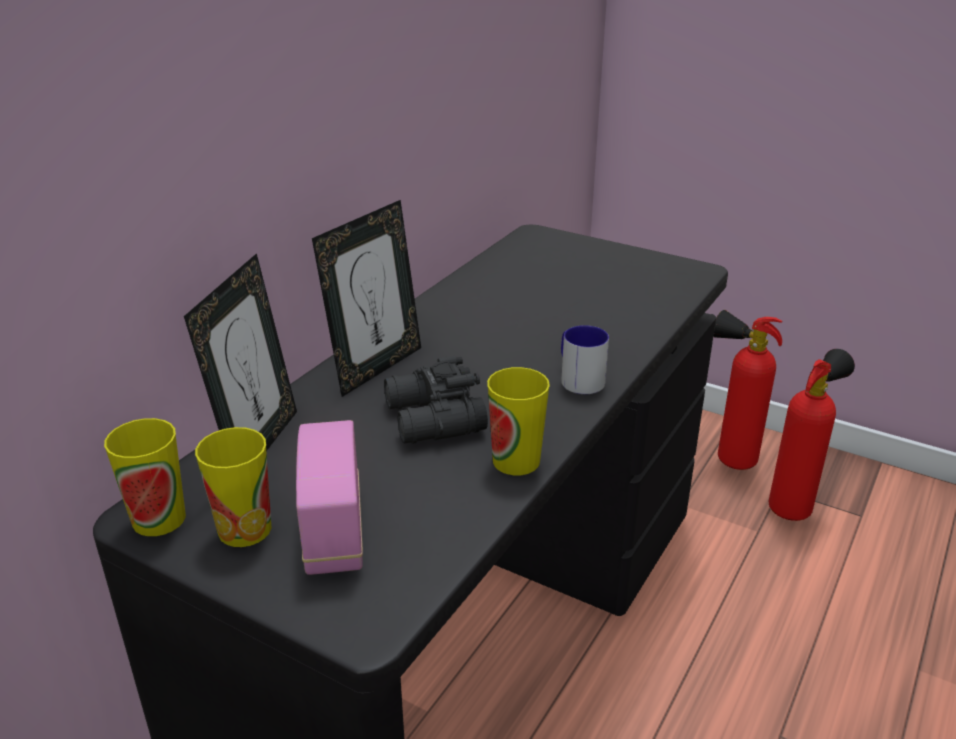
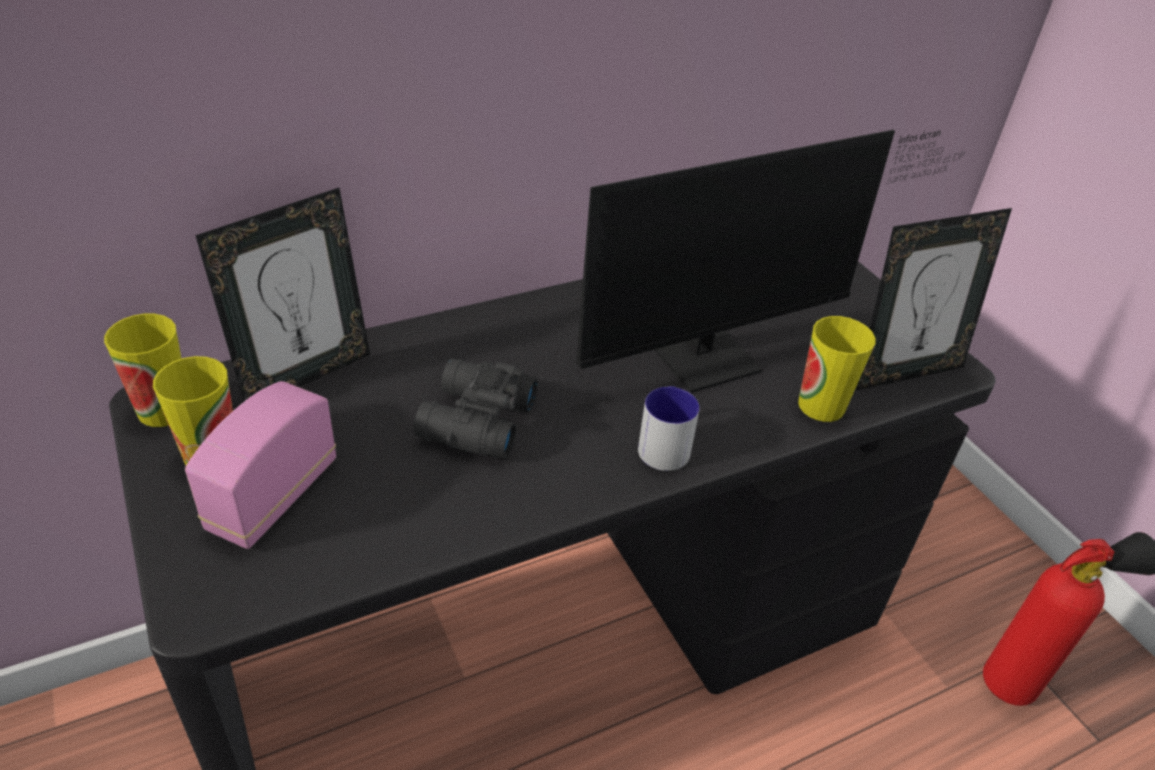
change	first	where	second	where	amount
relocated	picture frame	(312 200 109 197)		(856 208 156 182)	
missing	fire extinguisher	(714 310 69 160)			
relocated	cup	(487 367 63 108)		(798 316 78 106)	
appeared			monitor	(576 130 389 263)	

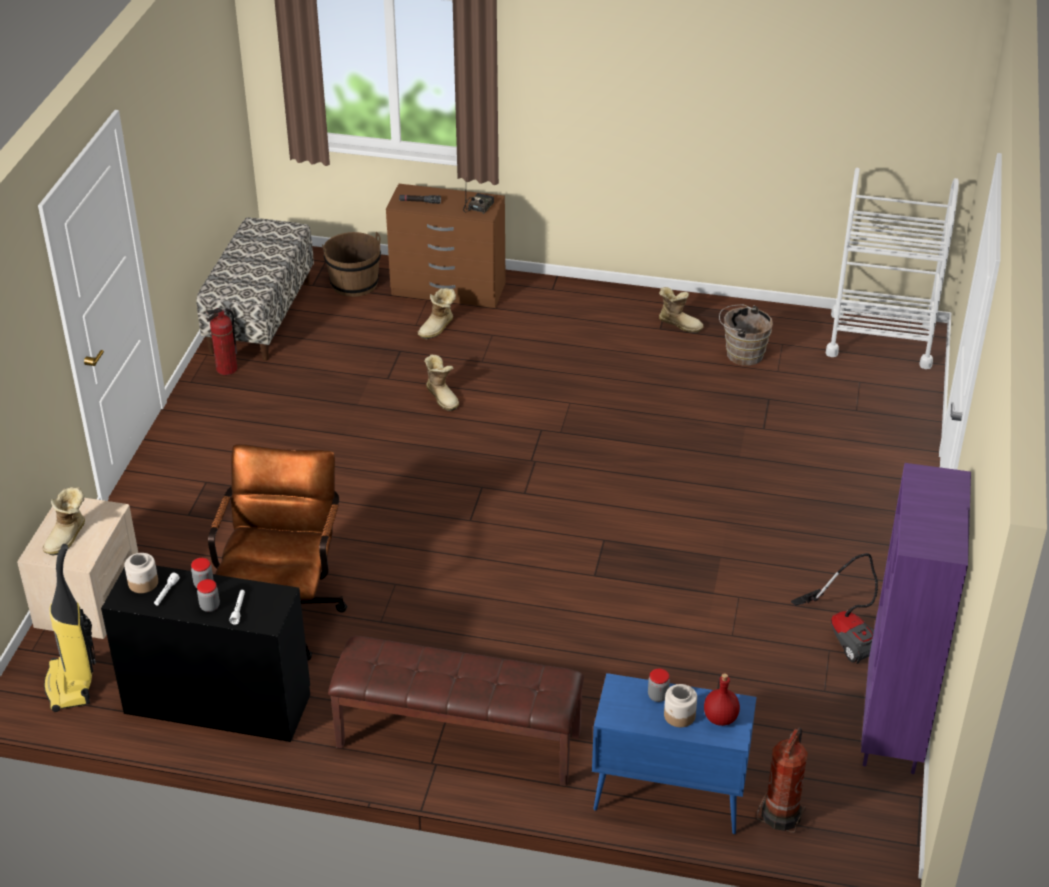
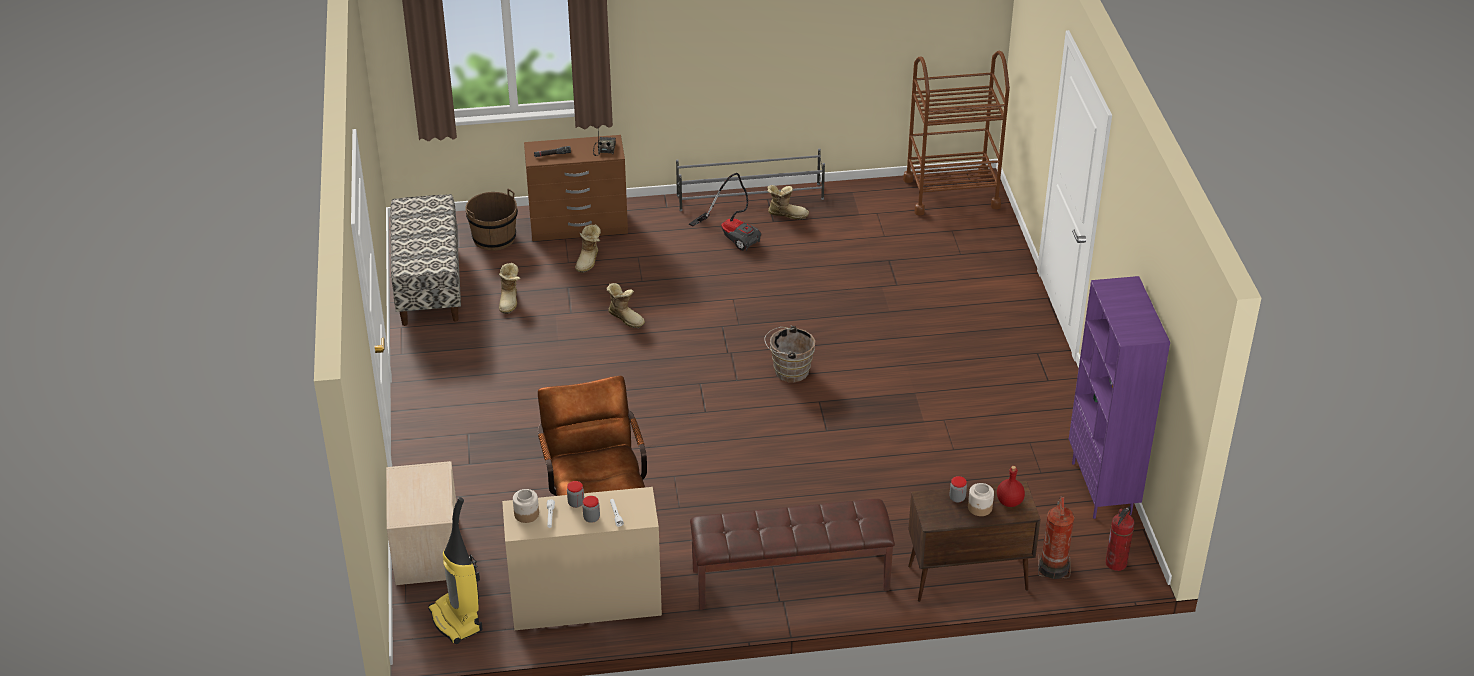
change	first	where	second	where	amount
colour	white cart	(826 167 133 202)	brown cart	(903 51 107 165)	
relocated	brown bucket	(719 304 54 62)		(764 325 51 57)	
relocated	fire extinguisher	(206 308 32 67)		(1105 506 29 65)	
relocated	boot	(42 487 43 69)		(499 263 22 51)	
relocated	vacuum cleaner	(791 553 87 111)		(689 173 72 78)	
colour	black desk	(101 566 209 176)	beige desk	(502 487 160 144)	
colour	blue cabinet	(592 673 165 161)	brown cabinet	(908 481 133 121)	
appeared			grey shoe rack	(676 148 149 63)	

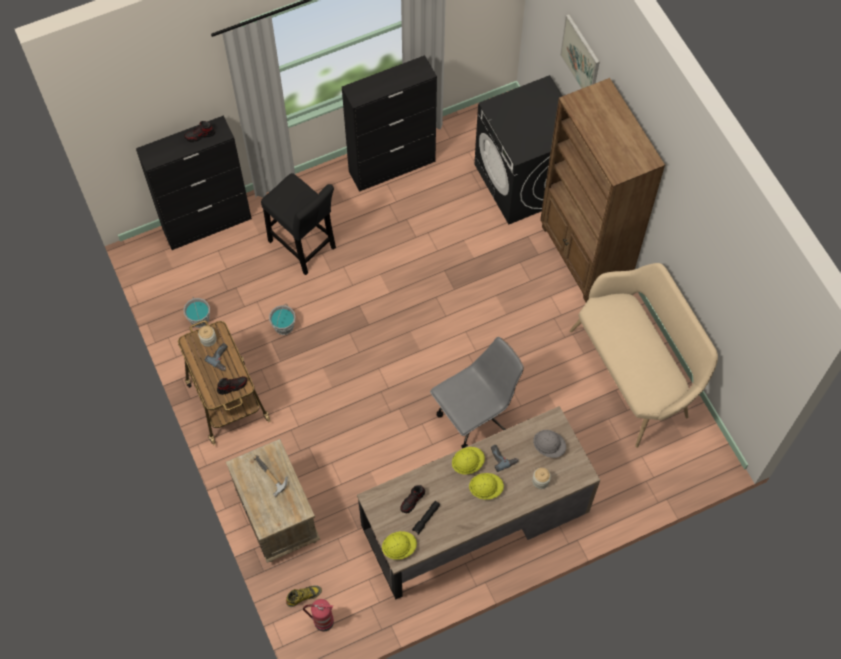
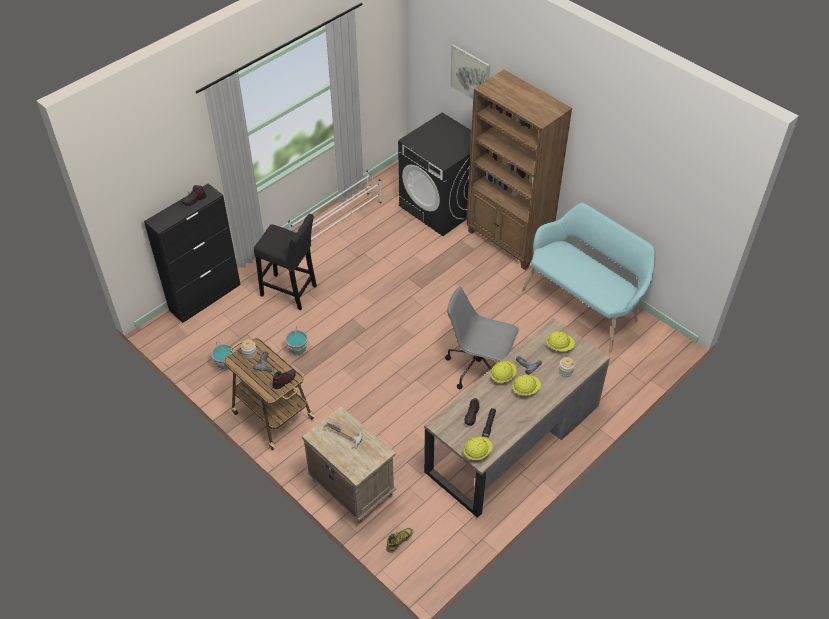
change	first	where	second	where	amount
exchanged	black cabinet	(342 55 95 137)	white shoe rack	(288 170 94 70)	
colour	beige bench	(570 263 148 185)	turquoise bench	(522 203 134 149)	
spun	grey office chair	(430 337 94 111)		(445 286 74 104)	105 degrees counterclockwise
colour	grey hard hat	(533 430 33 28)	yellow hard hat	(546 331 29 21)	
missing	fire extinguisher	(303 599 31 32)			

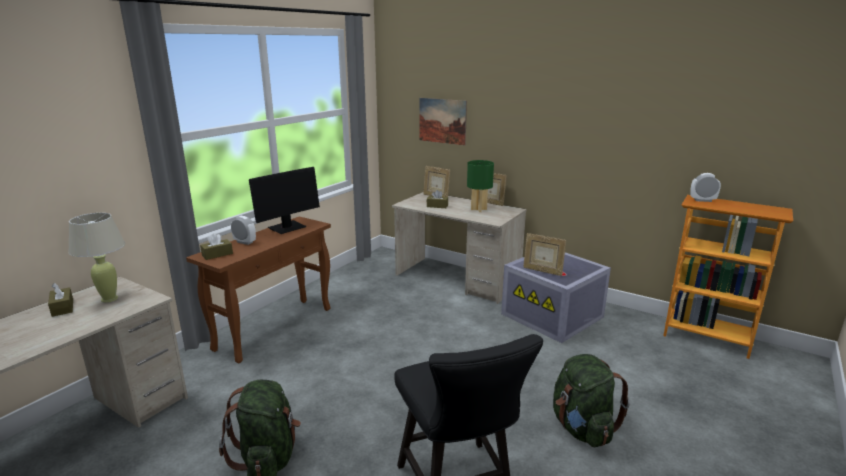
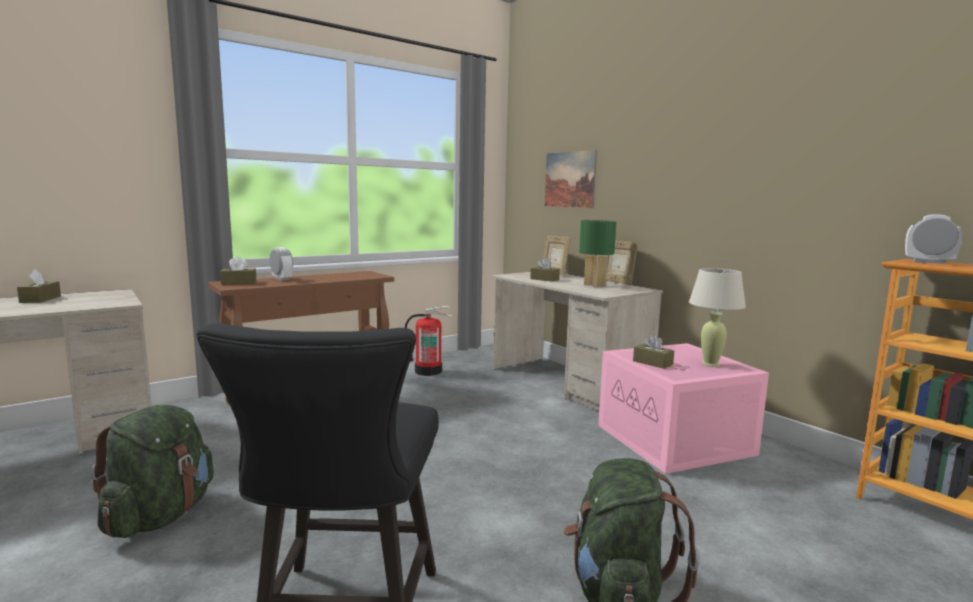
change	first	where	second	where	amount
missing	monitor	(249 167 71 67)			
relocated	beige table lamp	(69 213 56 90)		(689 268 57 99)	
exchanged	picture frame	(523 233 43 43)	brown tissue box	(633 334 41 35)	
colour	grey storage box	(501 252 110 91)	pink storage box	(598 343 171 131)	
appeared			fire extinguisher	(405 306 48 70)	

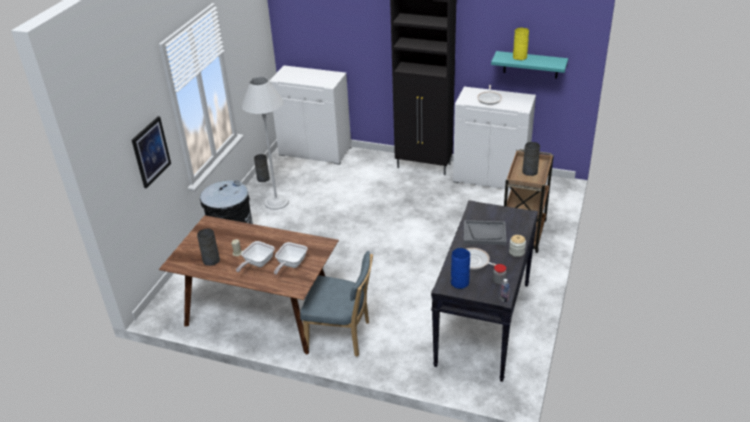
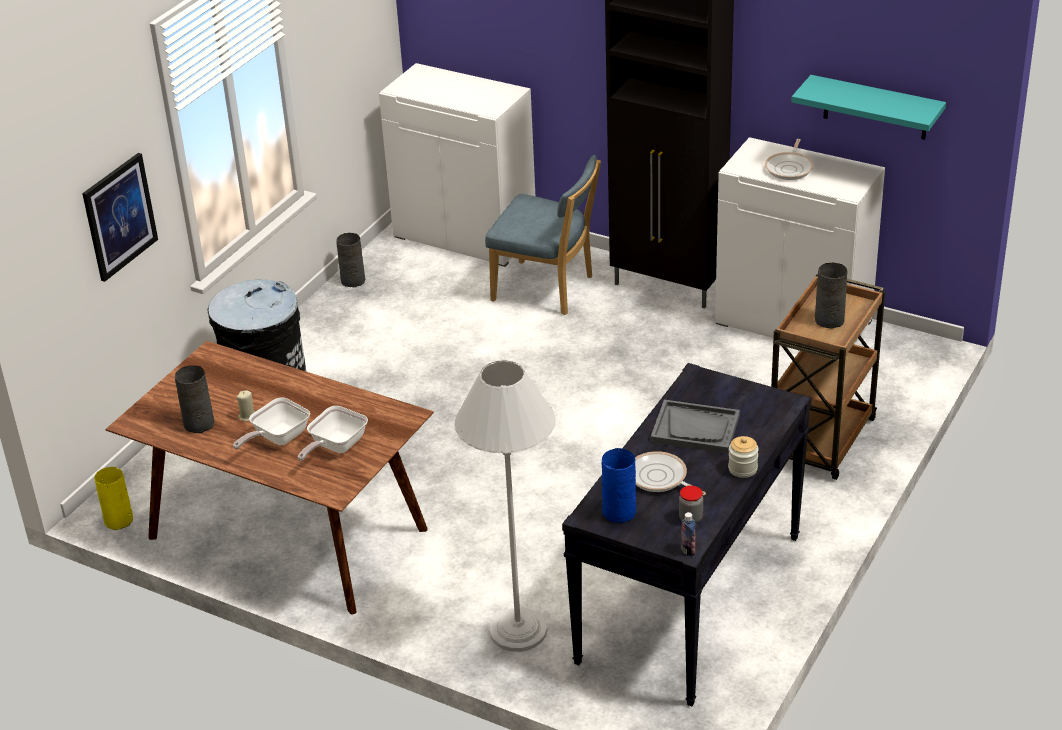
change	first	where	second	where	amount
relocated	yellow vase	(513 27 16 33)		(94 467 39 63)	
relocated	white floor lamp	(241 77 48 133)		(455 360 101 292)	
relocated	blue chair	(300 251 73 106)		(485 155 116 160)	

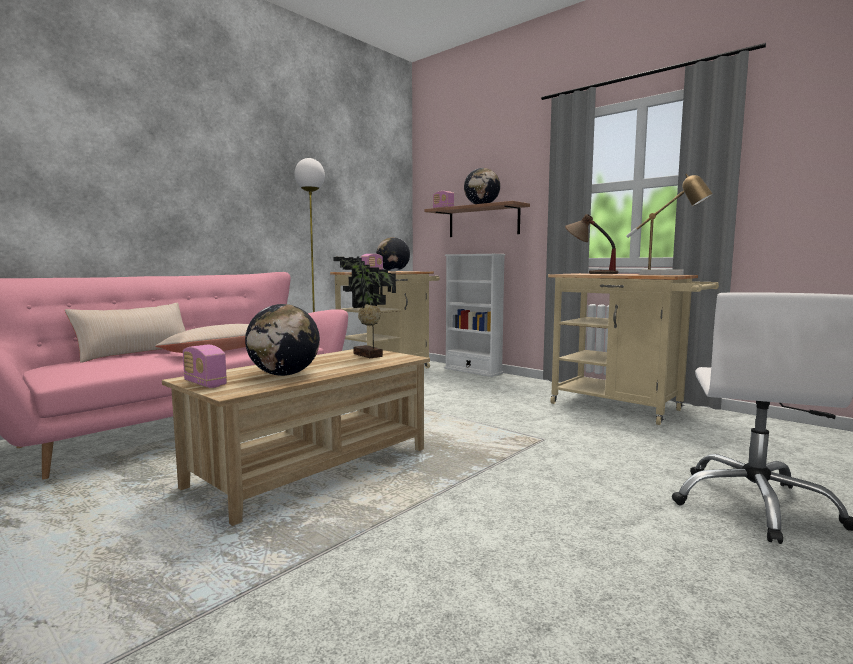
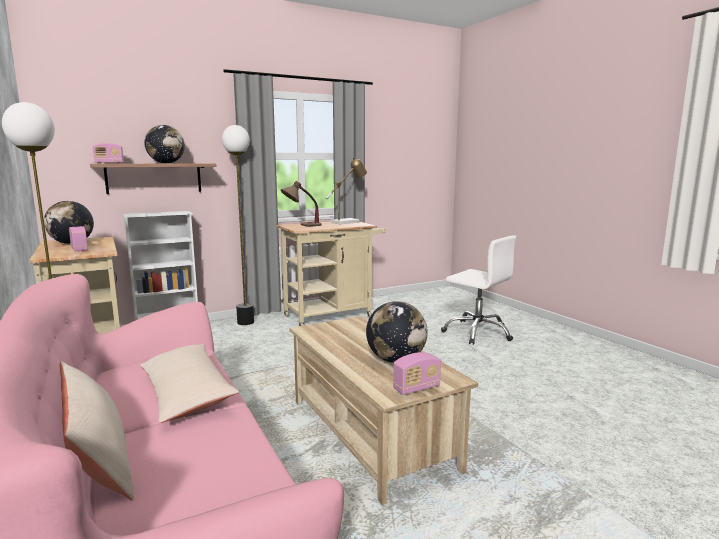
change	first	where	second	where	amount
missing	potted plant	(333 256 63 102)			
appeared			floor lamp	(222 125 32 200)	

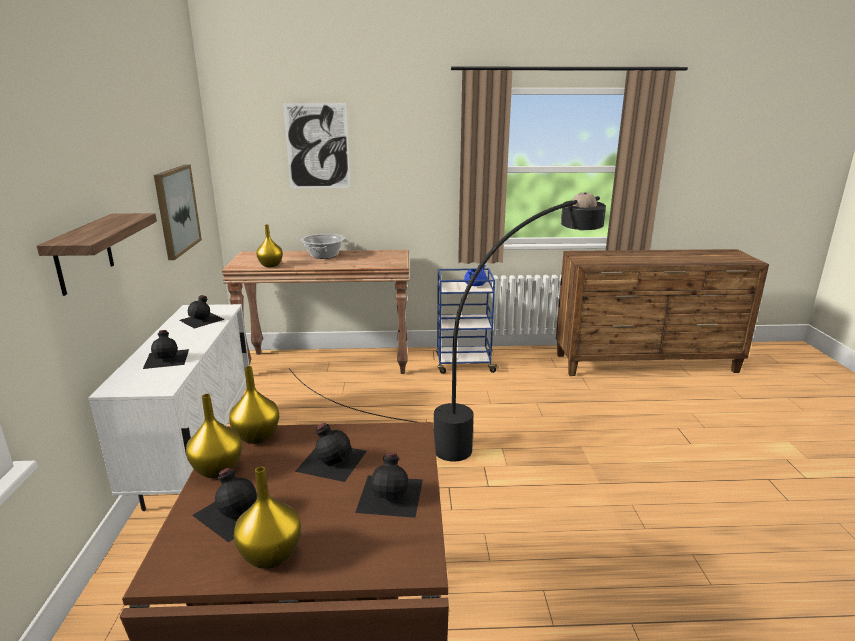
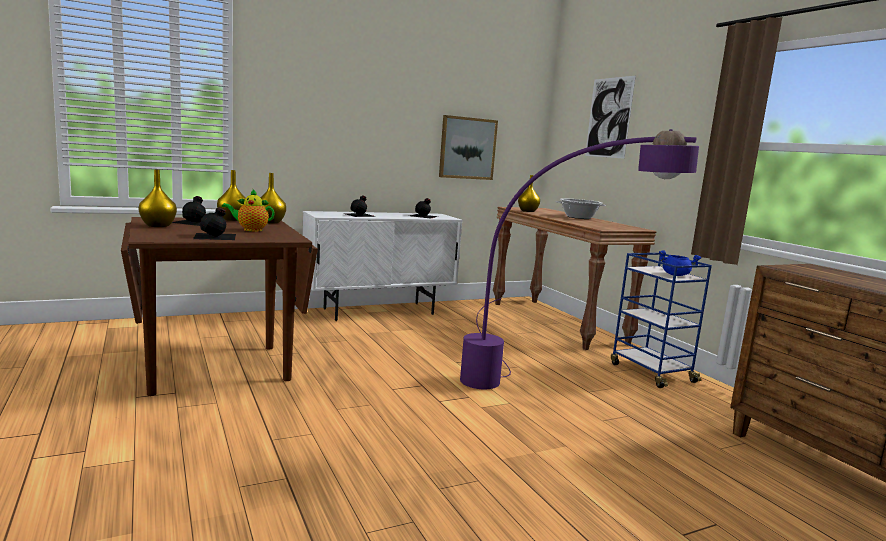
change	first	where	second	where	amount
colour	black floor lamp	(289 193 317 269)	purple floor lamp	(460 129 239 260)	
missing	shelf	(37 213 120 83)			
exchanged	black bottle	(295 423 72 59)	teapot	(222 188 53 43)	

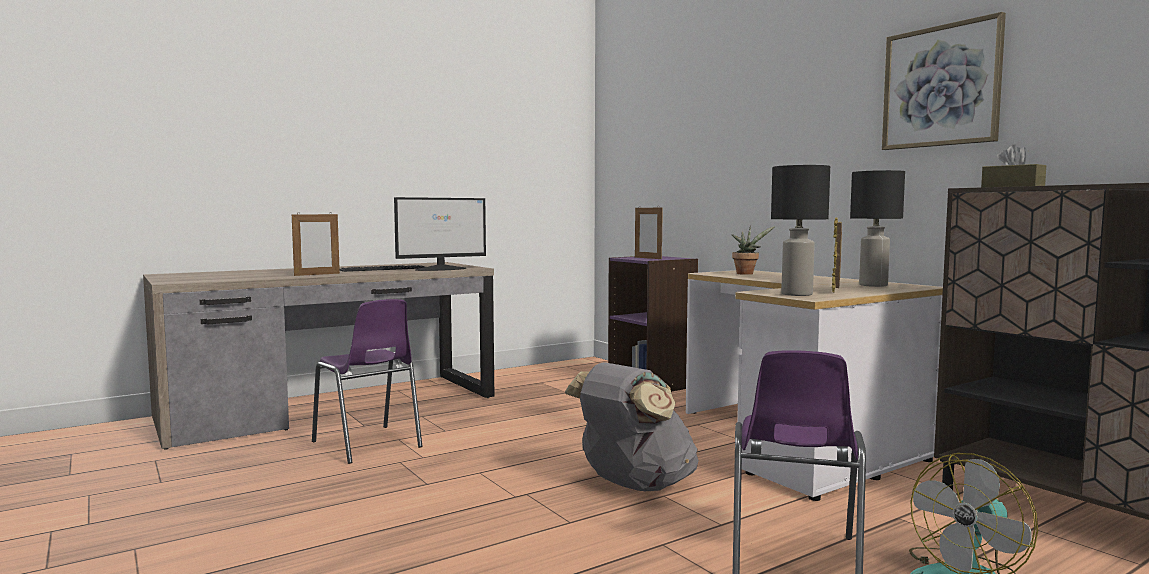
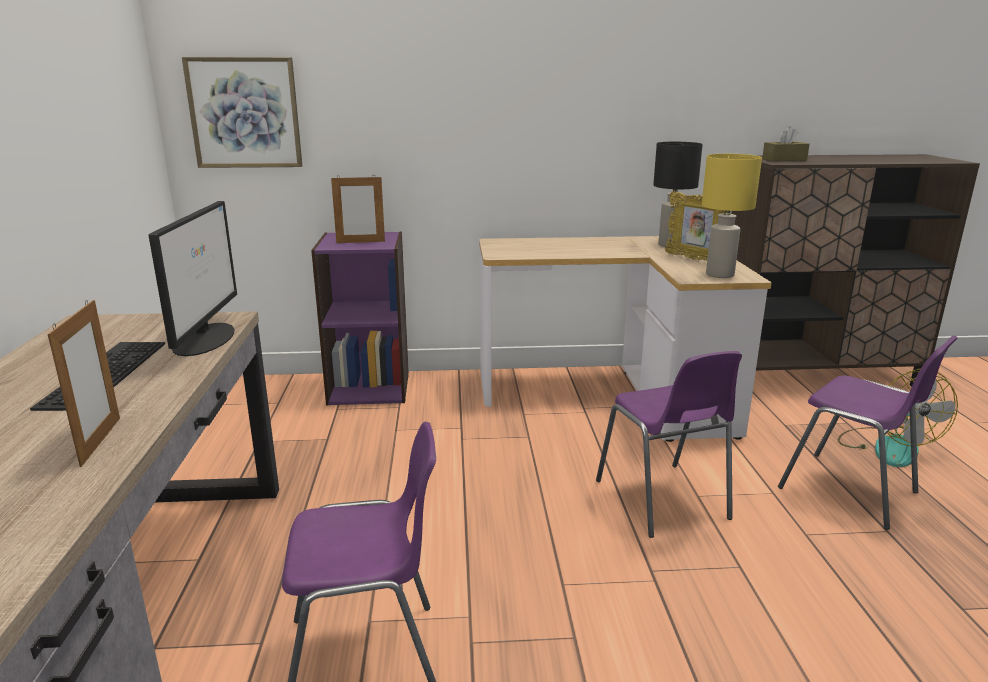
change	first	where	second	where	amount
relocated	picture	(882 12 124 138)		(182 57 120 111)	
colour	black table lamp	(771 165 59 131)	yellow table lamp	(702 154 60 124)	
missing	potted plant	(731 226 44 49)			
exchanged	grey backpack	(565 362 134 129)	purple chair	(596 351 146 187)	

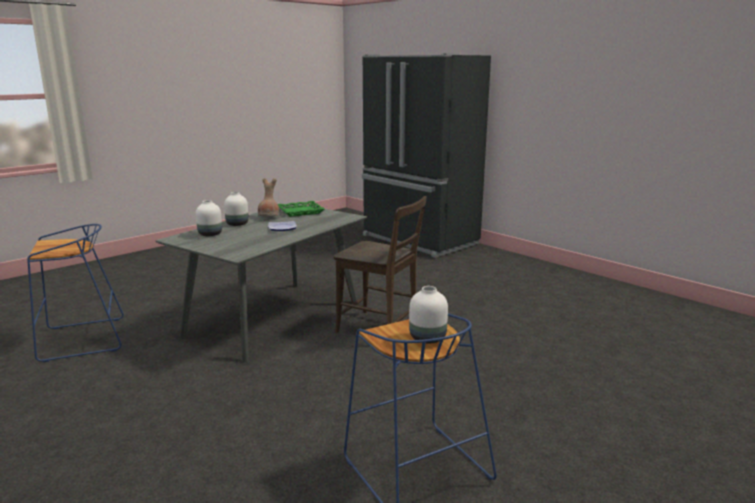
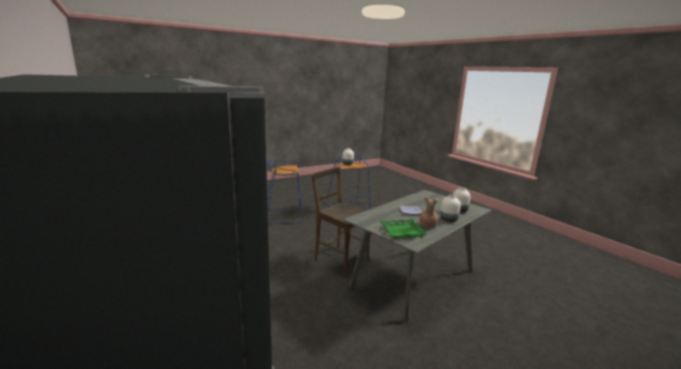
change	first	where	second	where	amount
relocated	blue stool	(27 224 97 138)		(266 159 37 65)	

